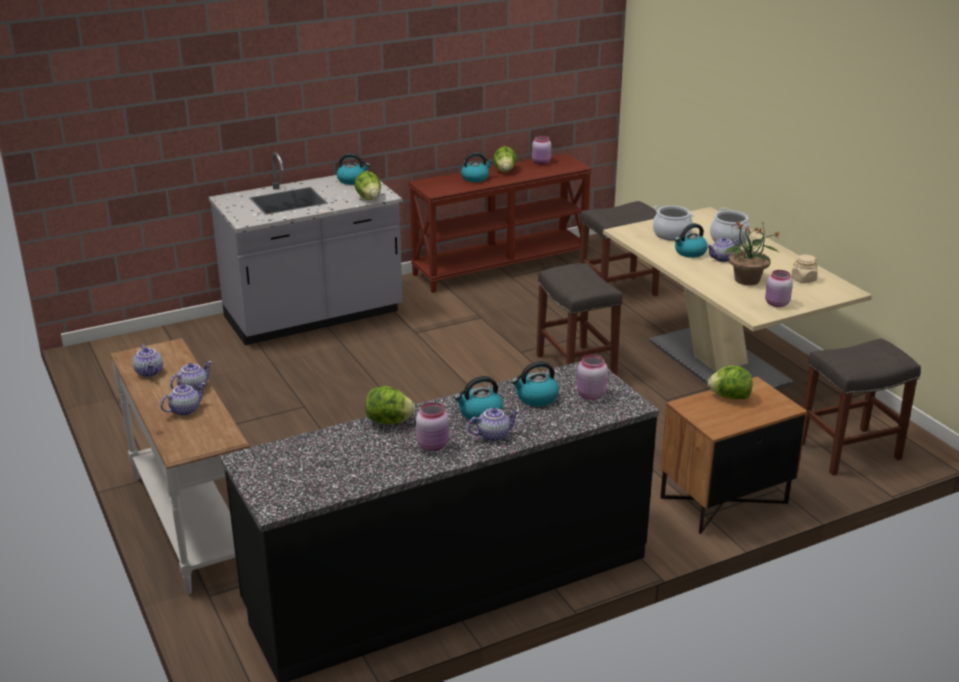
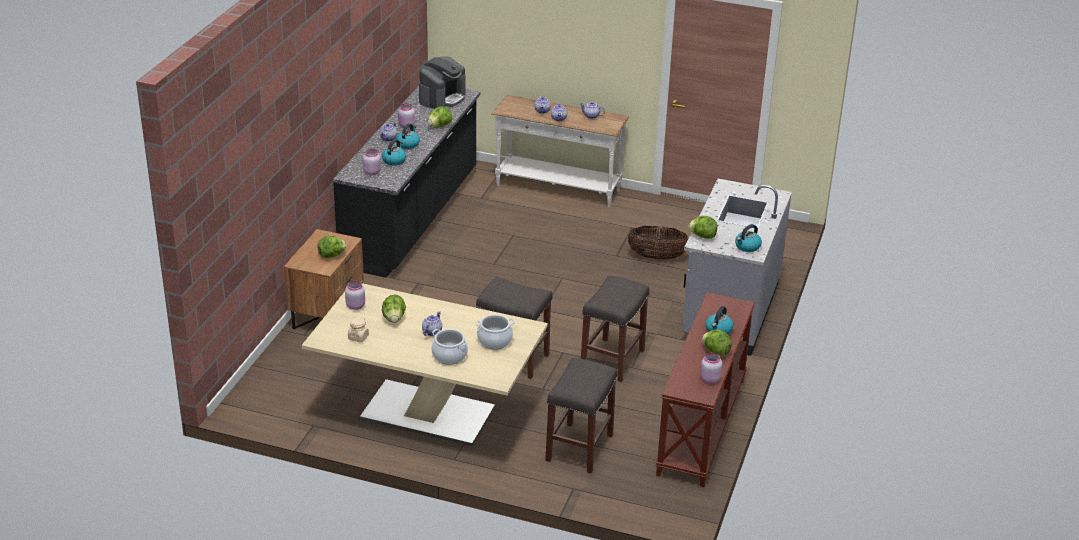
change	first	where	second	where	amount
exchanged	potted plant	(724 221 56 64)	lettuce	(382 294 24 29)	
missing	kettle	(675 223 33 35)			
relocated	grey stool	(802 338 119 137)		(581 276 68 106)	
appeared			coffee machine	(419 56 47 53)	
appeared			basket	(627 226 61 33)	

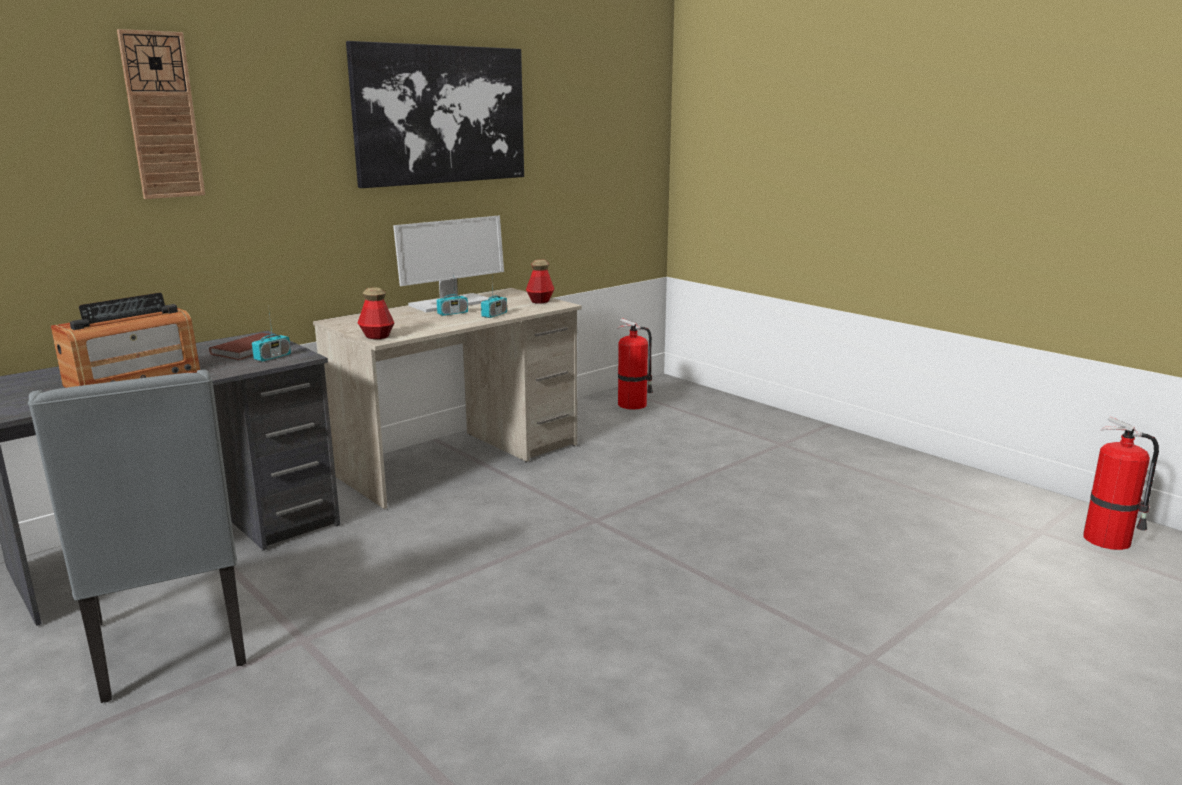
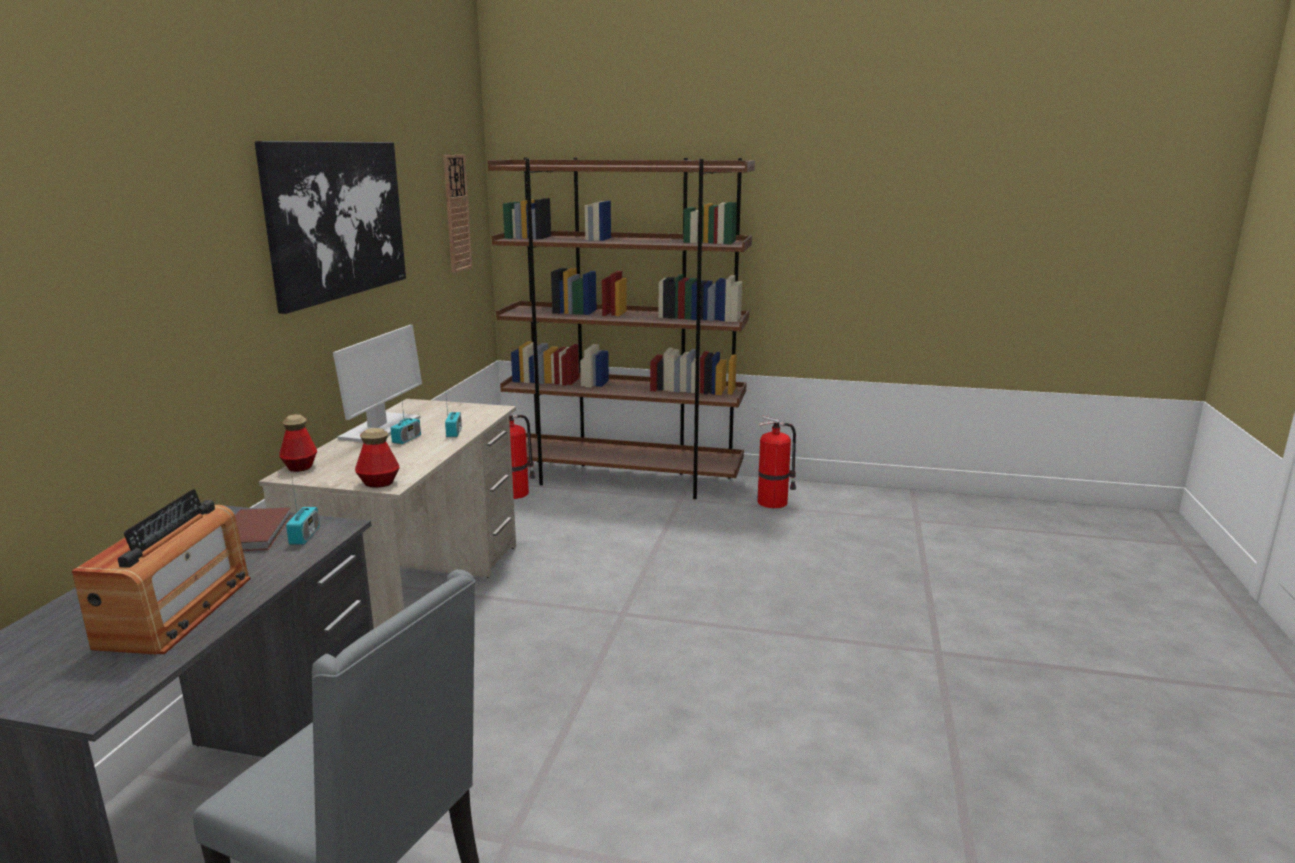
change	first	where	second	where	amount
relocated	wall clock	(117 29 88 170)		(443 155 29 118)	
relocated	bottle	(526 259 28 45)		(279 414 38 58)	
relocated	fire extinguisher	(1083 417 76 133)		(757 416 39 92)	
appeared			brown bookcase	(488 157 267 342)	

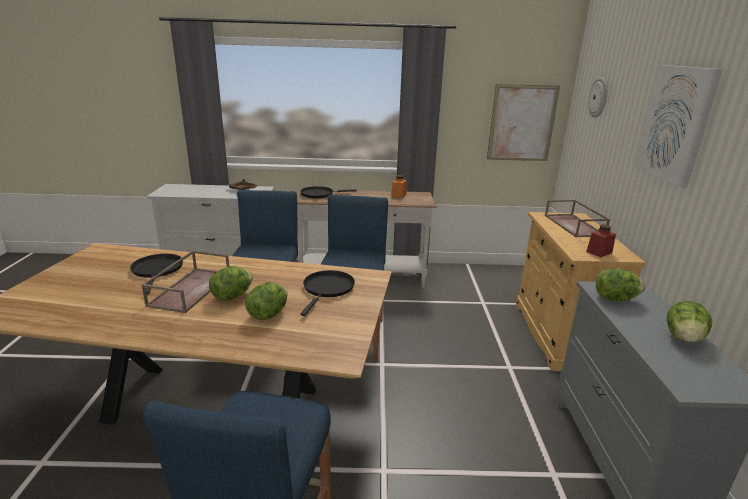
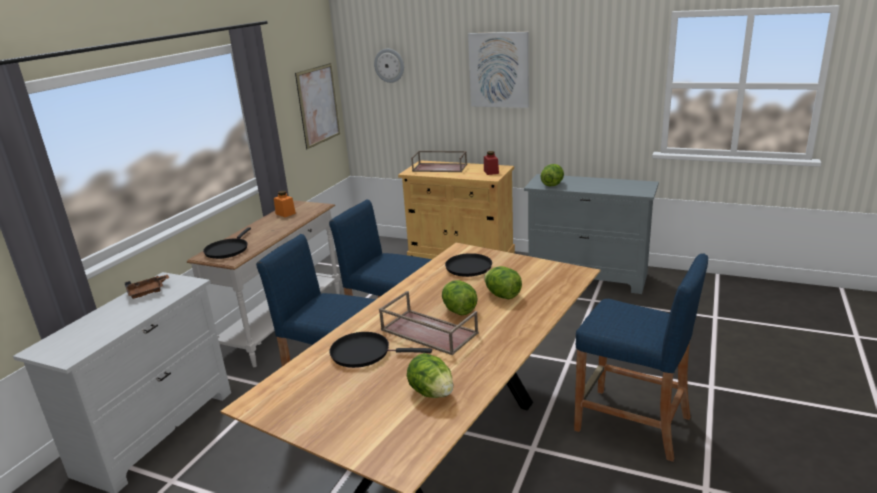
change	first	where	second	where	amount
relocated	lettuce	(667 301 45 42)		(407 353 46 45)	

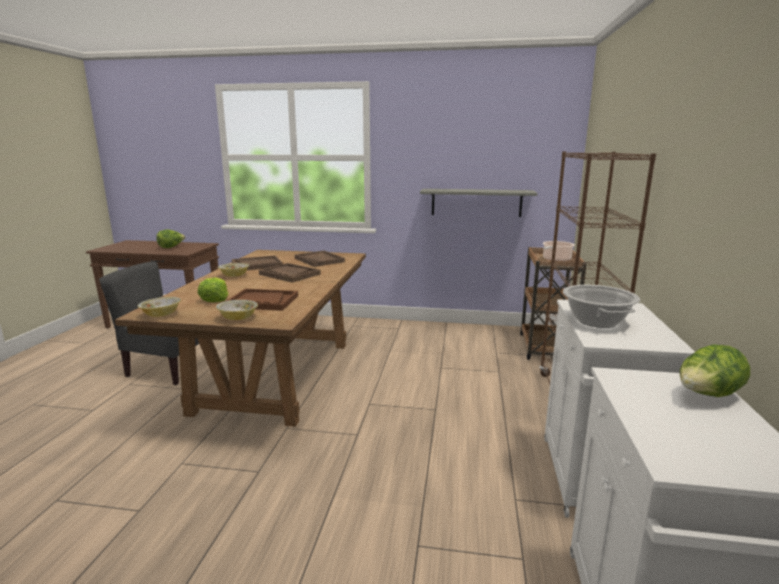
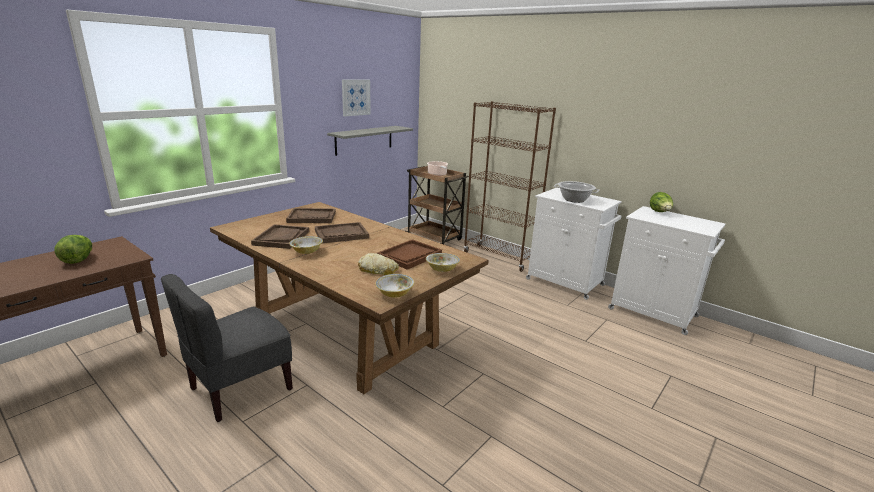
change	first	where	second	where	amount
exchanged	lettuce	(198 277 30 25)	bread	(358 253 41 22)	
appeared			picture	(342 80 29 36)	

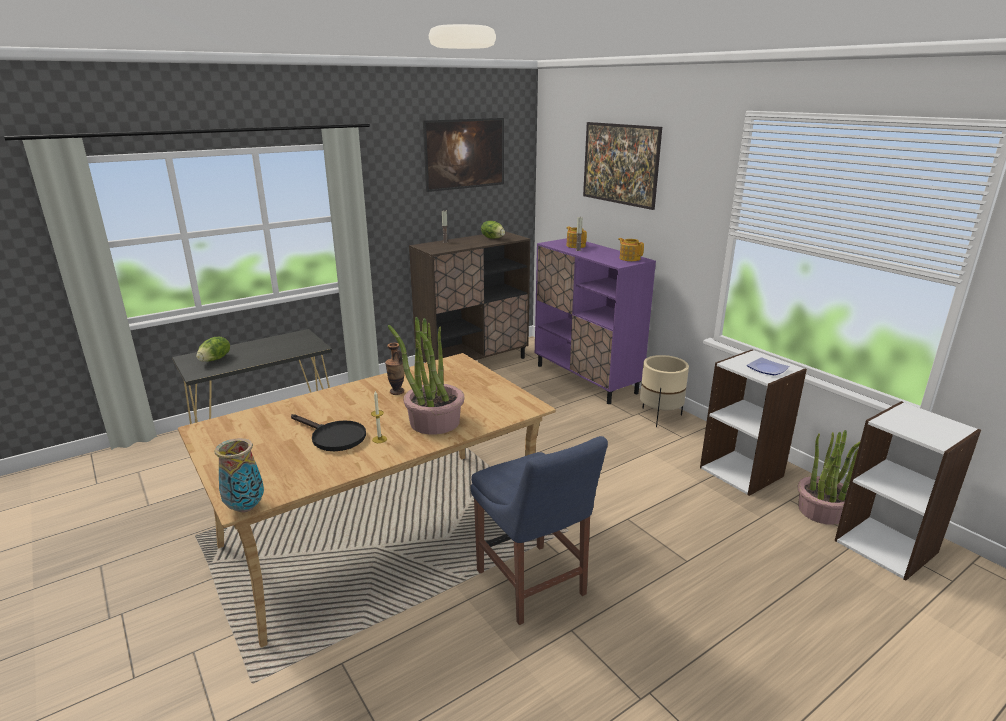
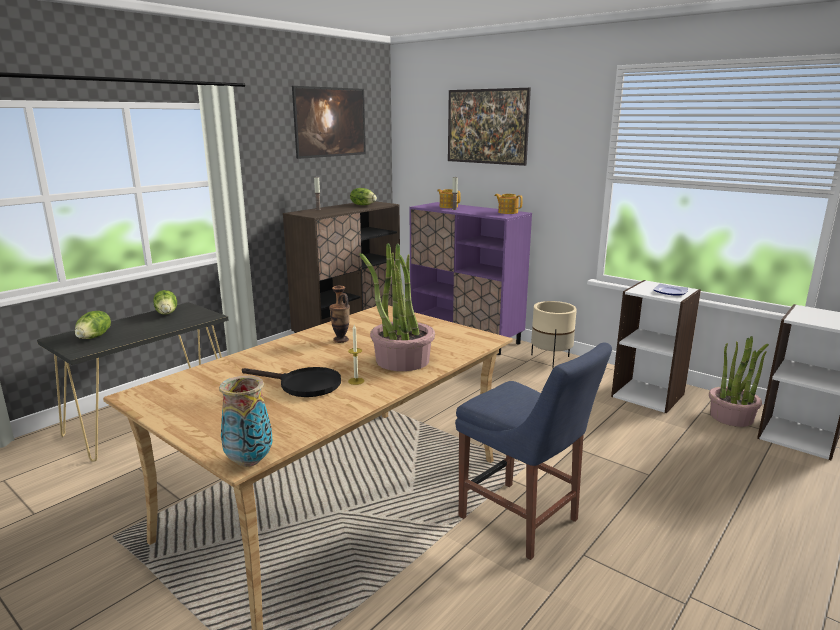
change	first	where	second	where	amount
appeared			lettuce	(153 290 24 25)	

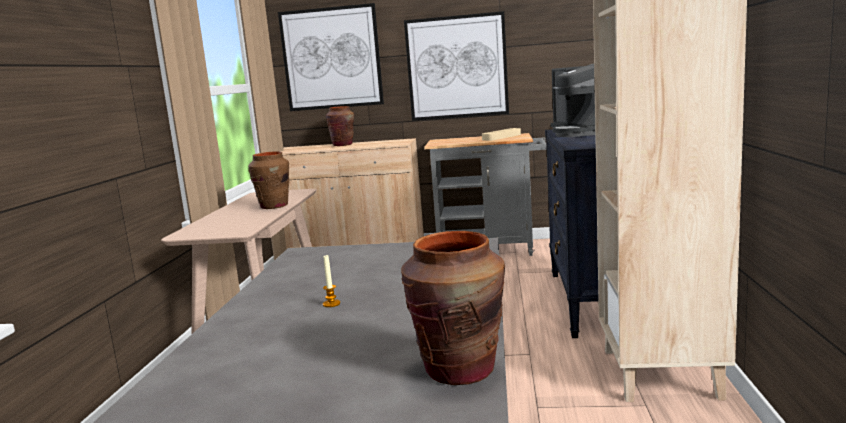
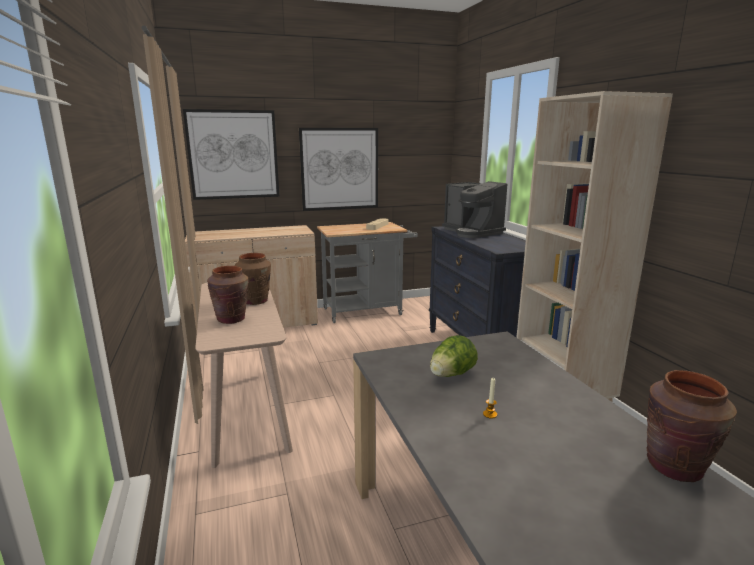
change	first	where	second	where	amount
relocated	brown vase	(326 106 28 40)		(207 266 42 58)	
appeared			lettuce	(430 335 48 42)	

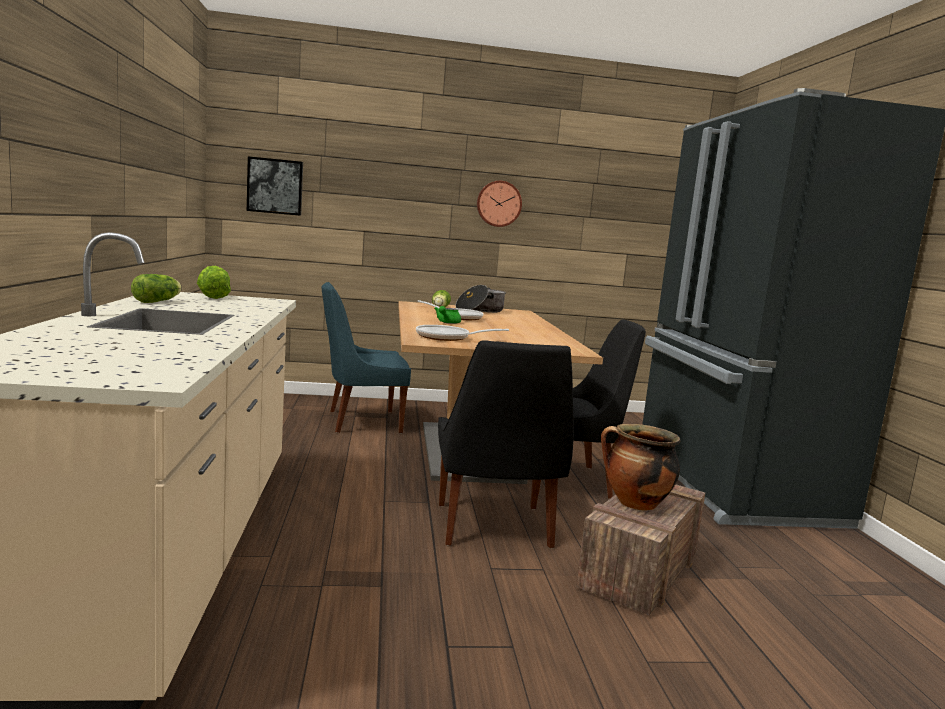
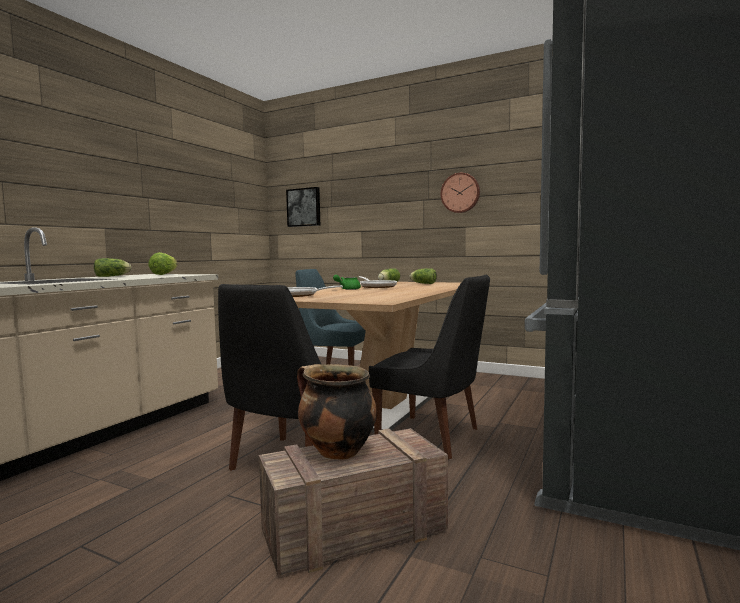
change	first	where	second	where	amount
exchanged	cooking pot	(456 285 50 28)	lettuce	(410 268 27 16)	

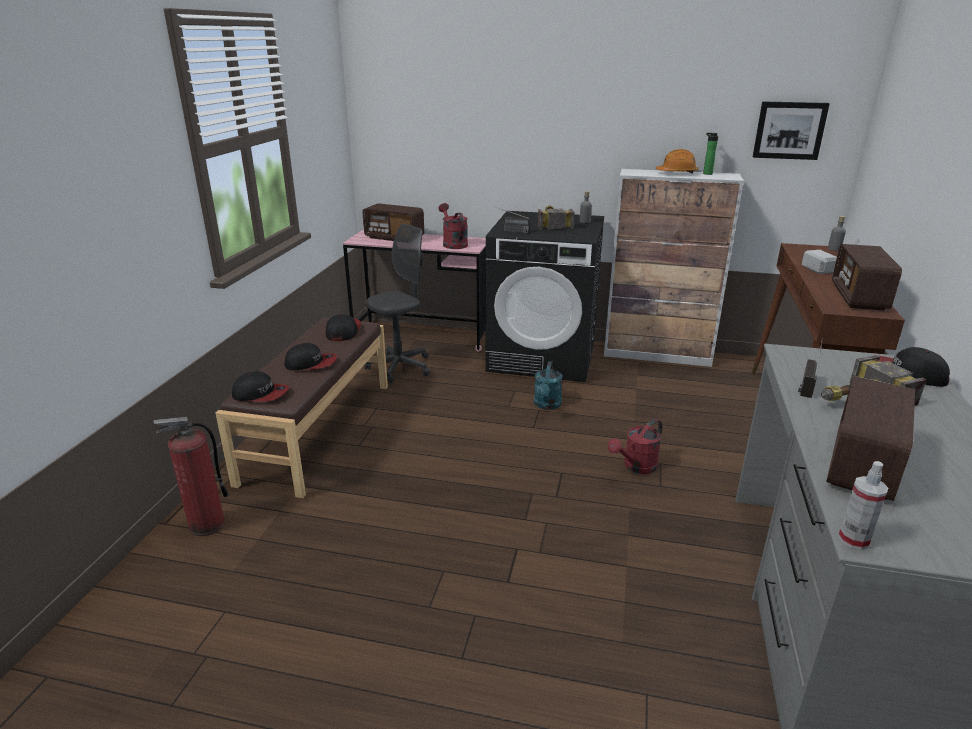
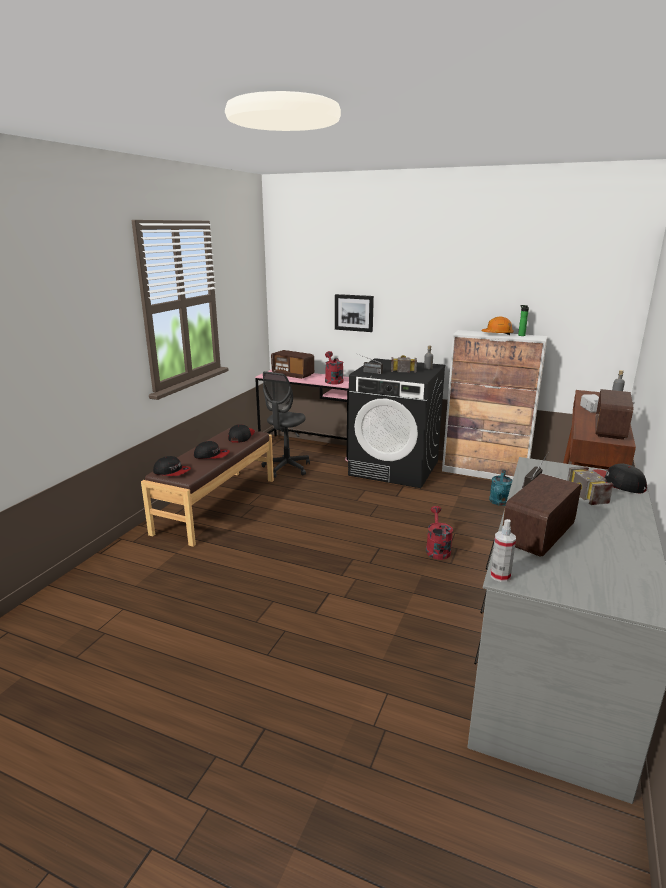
change	first	where	second	where	amount
relocated	picture	(753 101 77 59)		(335 294 39 38)	
spun	grey office chair	(364 224 66 159)		(261 371 49 107)	150 degrees clockwise
relocated	turquoise watering can	(534 361 28 49)		(489 470 24 36)	
missing	fire extinguisher	(153 417 76 119)			
spun	red watering can	(608 419 54 55)		(426 506 27 54)	120 degrees clockwise

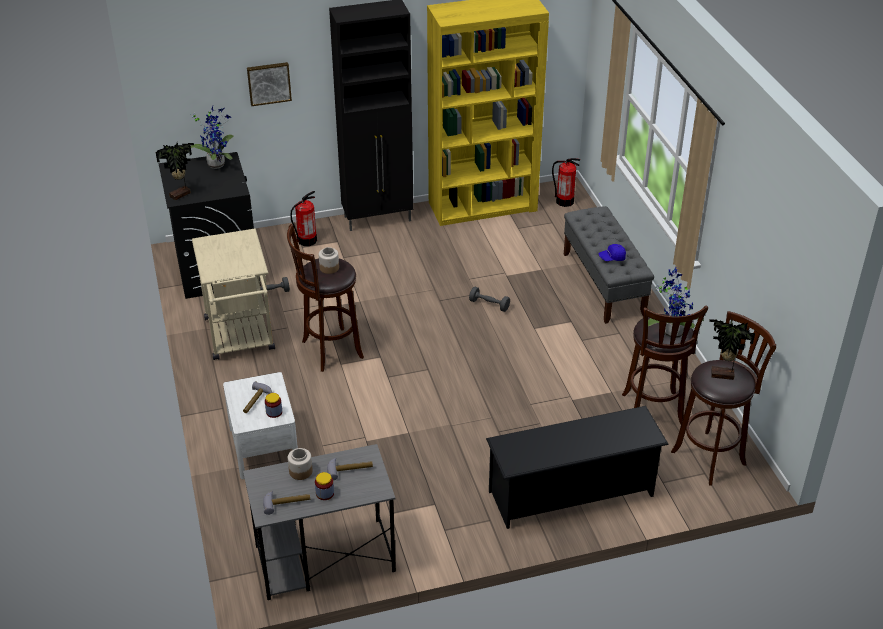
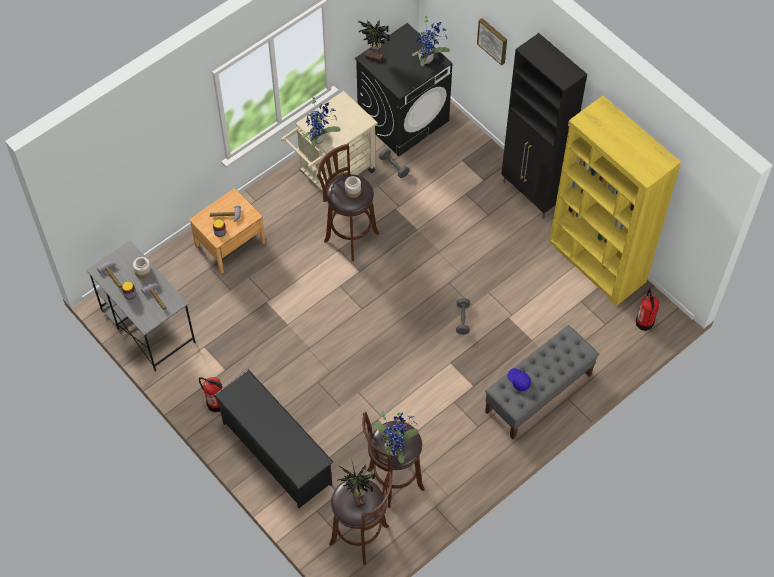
change	first	where	second	where	amount
relocated	fire extinguisher	(290 191 27 55)		(199 377 23 35)	
colour	white nightstand	(223 372 75 107)	brown nightstand	(190 189 75 84)	
appeared			potted plant	(302 94 38 54)	

